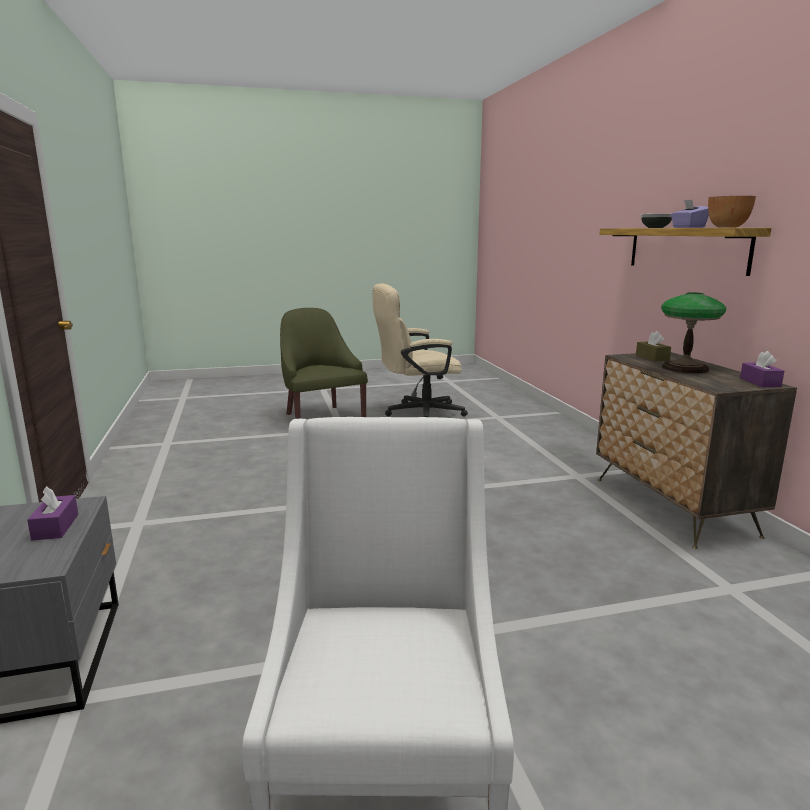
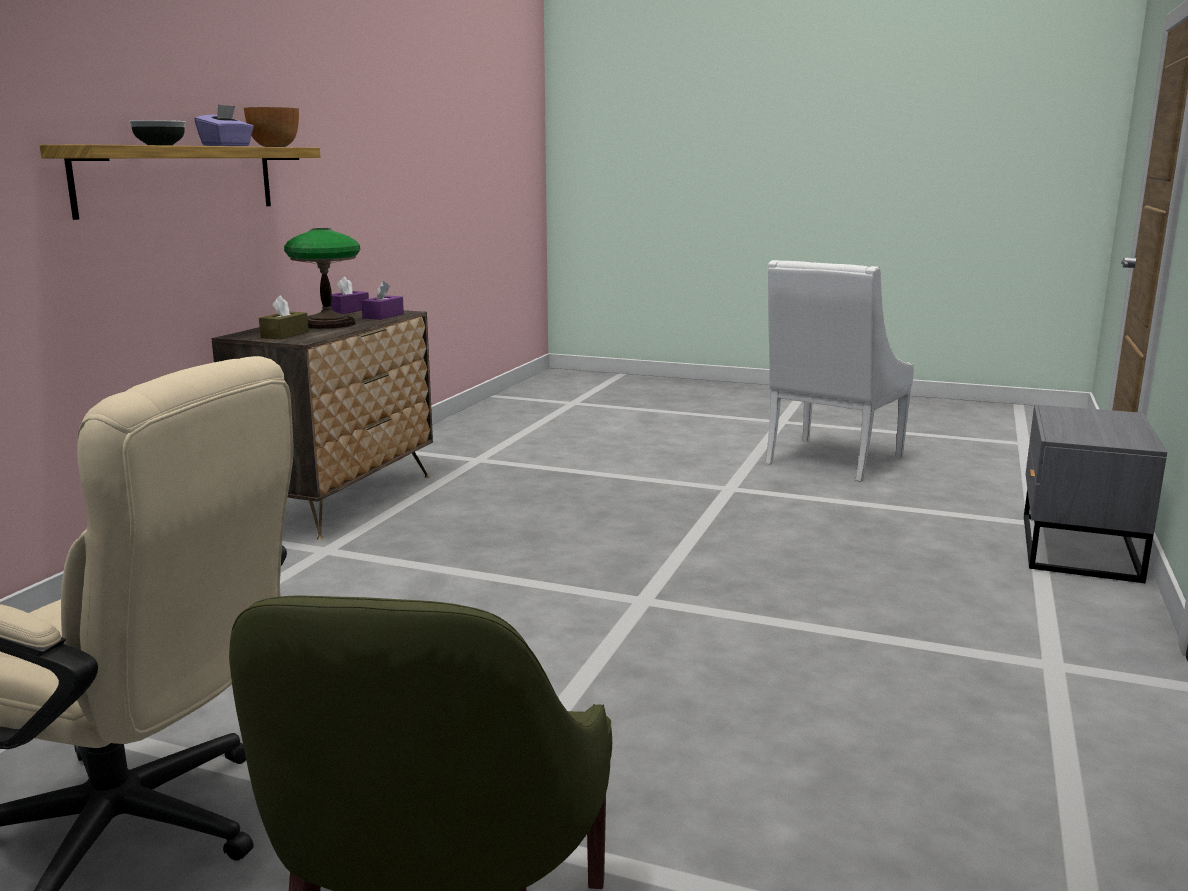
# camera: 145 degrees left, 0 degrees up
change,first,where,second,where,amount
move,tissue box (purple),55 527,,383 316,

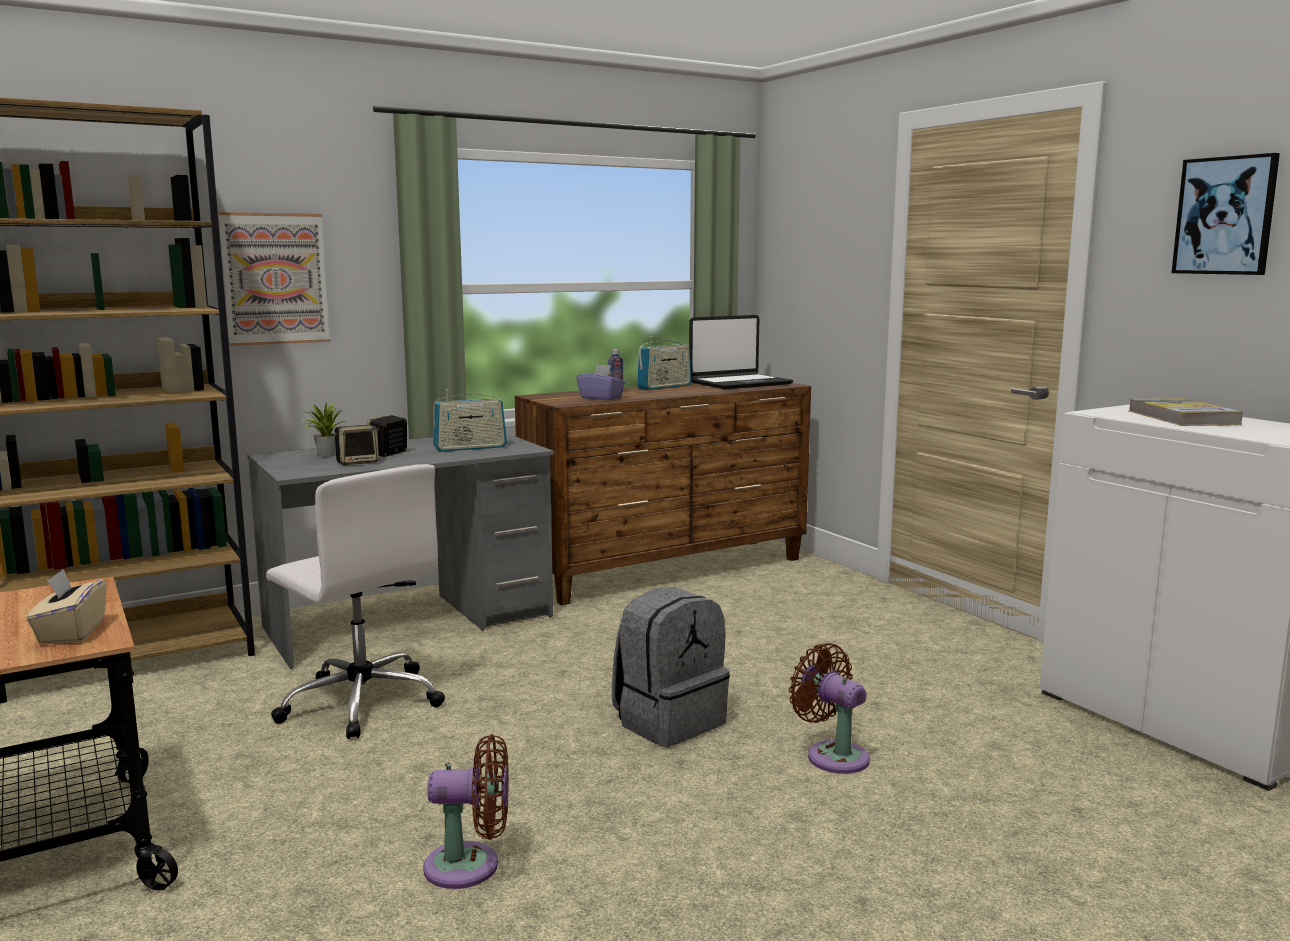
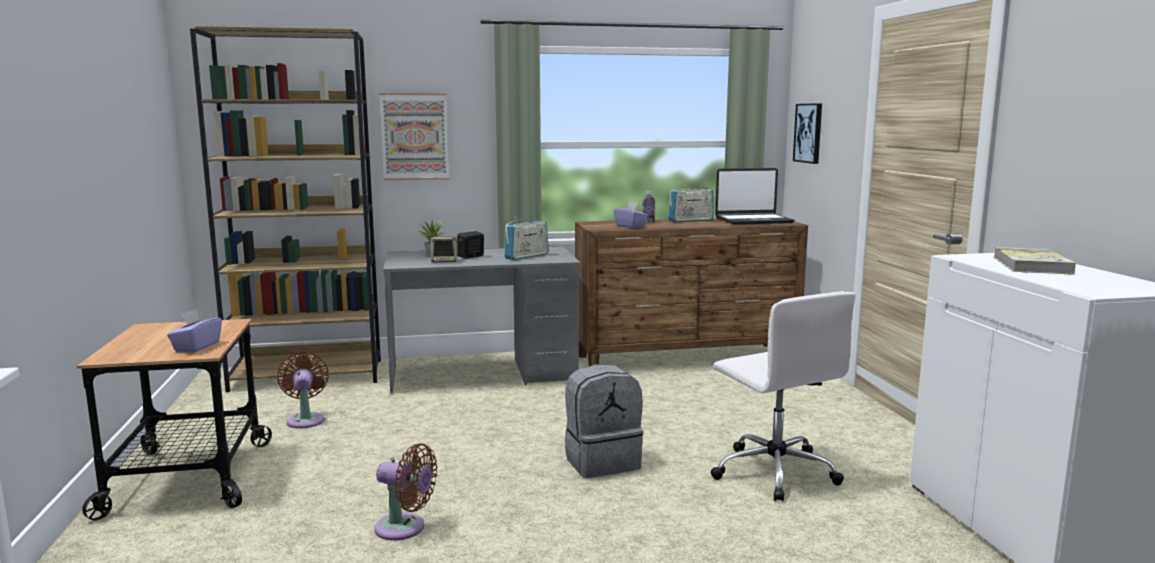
# camera: 20 degrees right, 0 degrees up
change,first,where,second,where,amount
recolor,tissue box (beige),71 633,tissue box (purple),196 347,
move,fan (brown),832 755,,306 419,
rotate,radio,470 448,,527 256,45 degrees counterclockwise
move,office chair (white),361 702,,774 471,
move,picture,1225 216,,809 133,

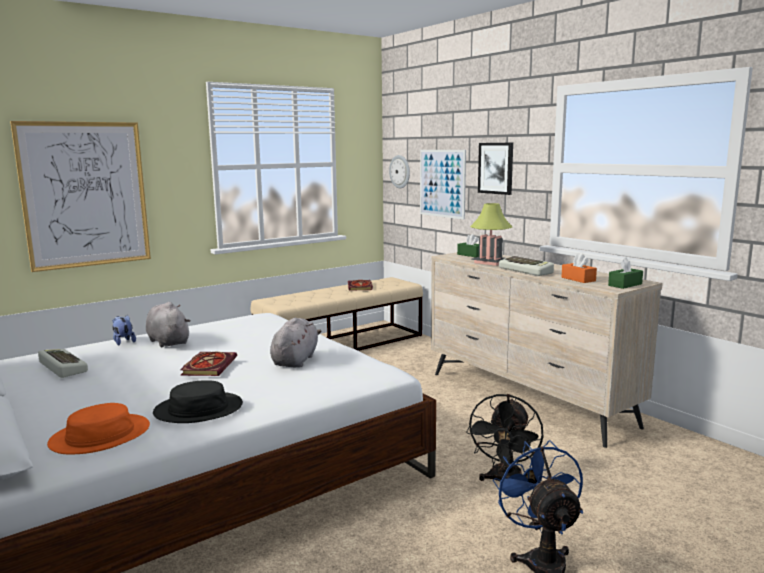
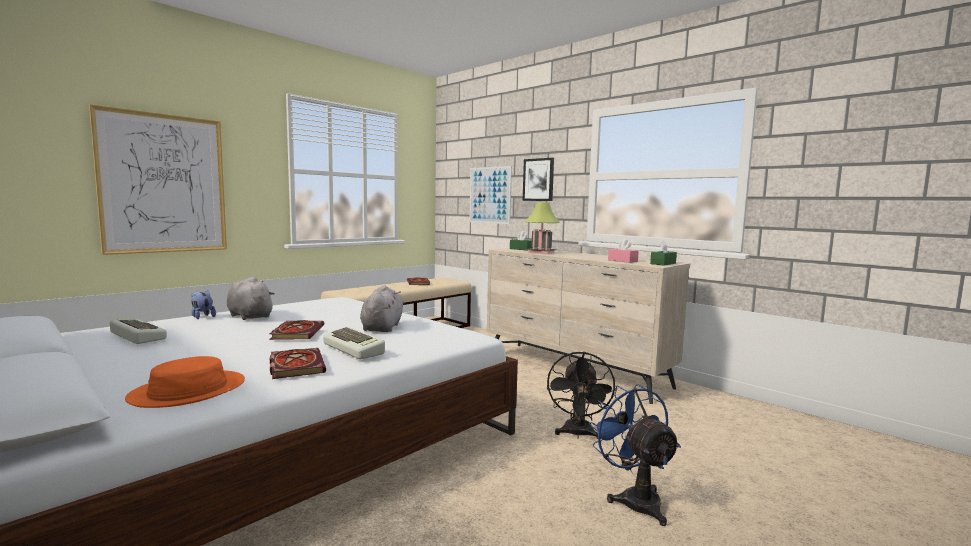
# camera: 10 degrees left, 5 degrees down
change,first,where,second,where,amount
replace,hat (black),198 409,book,295 365,
move,keyboard,526 270,,355 349,
recolor,tissue box (orange),578 279,tissue box (pink),622 261,
delete,wall clock,400 171,,,

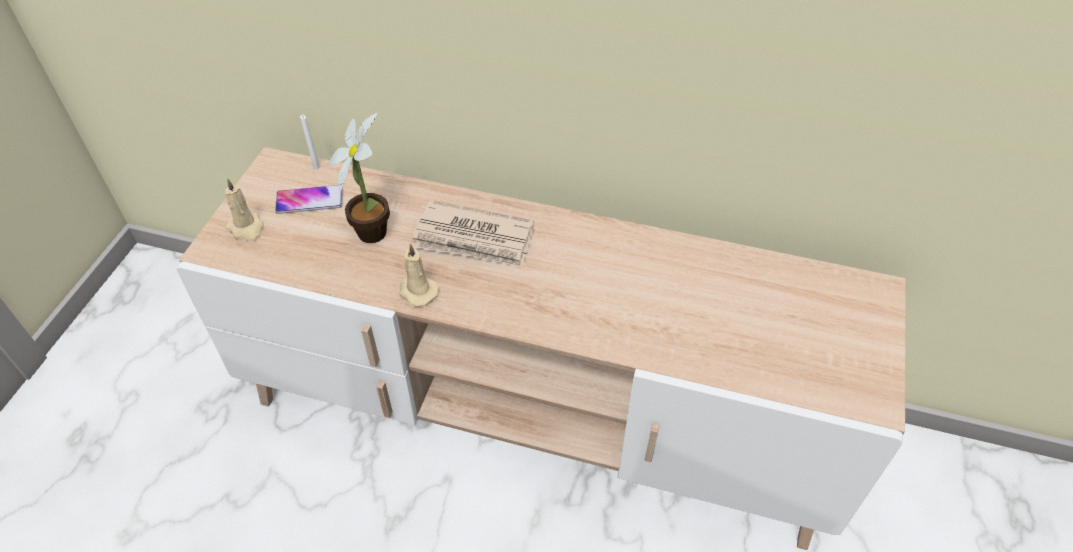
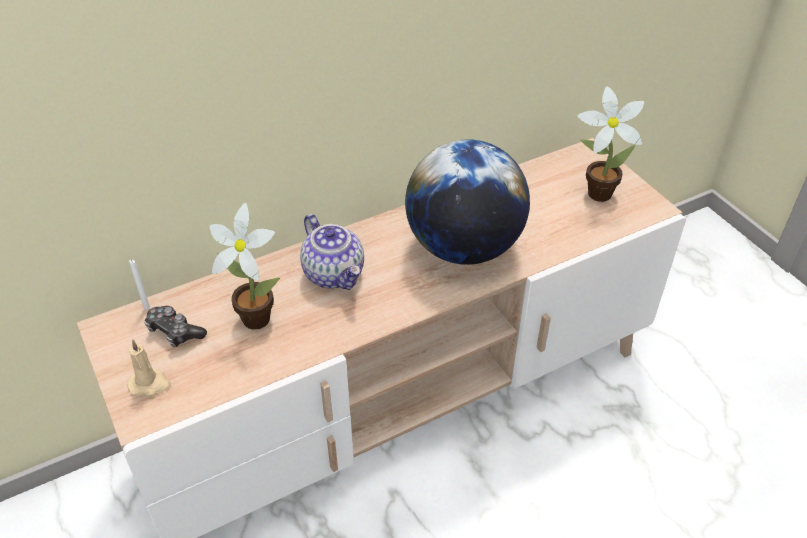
# camera: 45 degrees left, 5 degrees down
change,first,where,second,where,amount
replace,phone,309 200,game controller,175 332,
replace,newspaper,475 239,teapot,335 274,
insert,,,globe,464 248,
insert,,,potted plant,595 193,
delete,candle (beige),417 291,,,

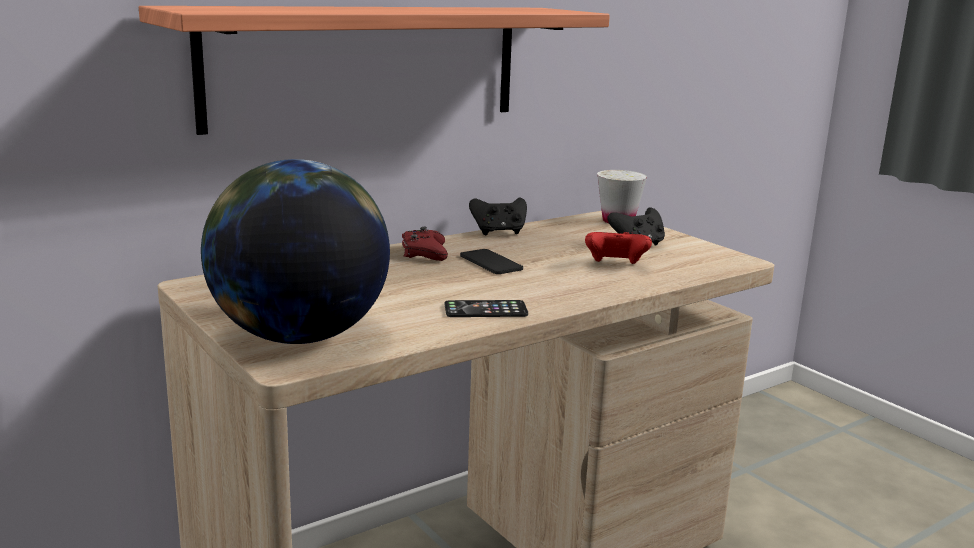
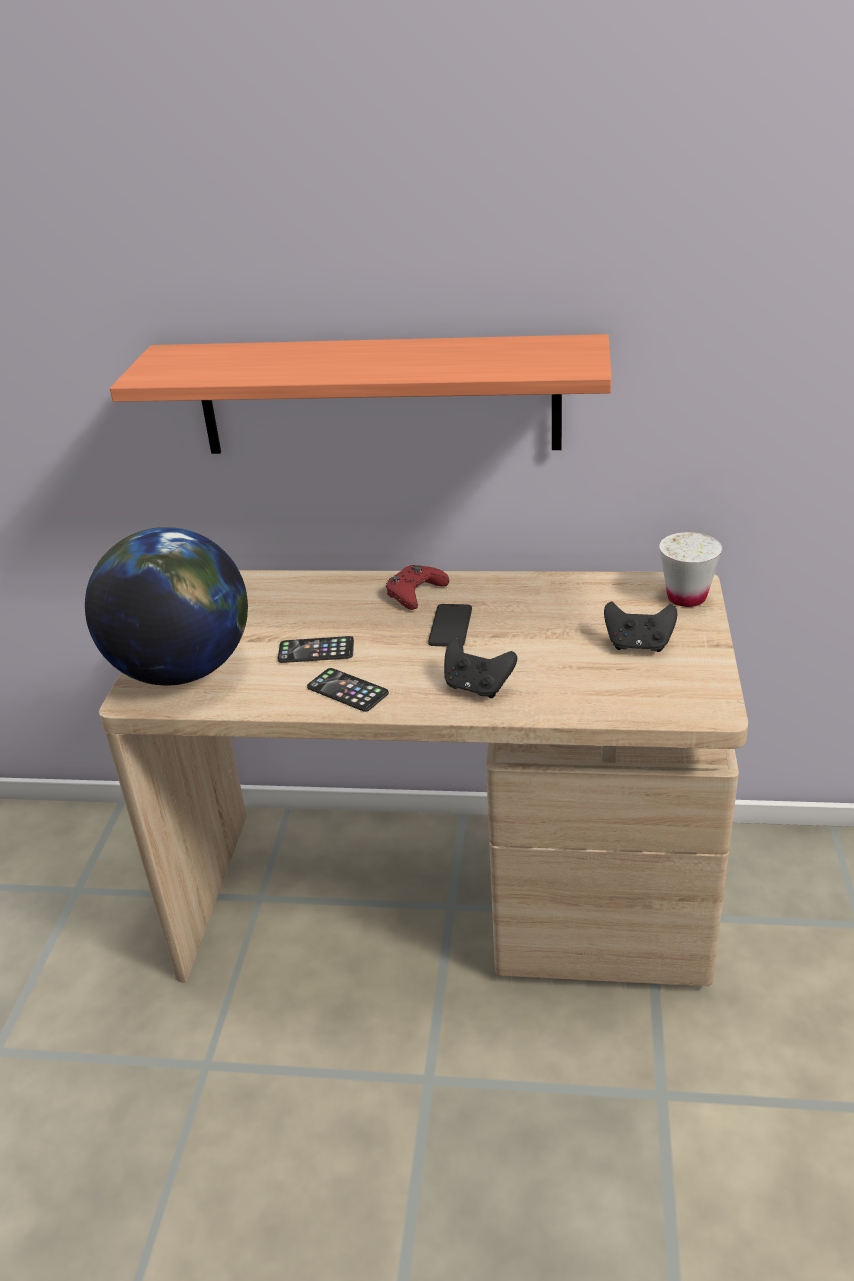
# camera: 45 degrees right, 15 degrees up
change,first,where,second,where,amount
insert,,,phone,316 650,
move,game controller (black),499 232,,477 687,
delete,game controller (red),615 265,,,

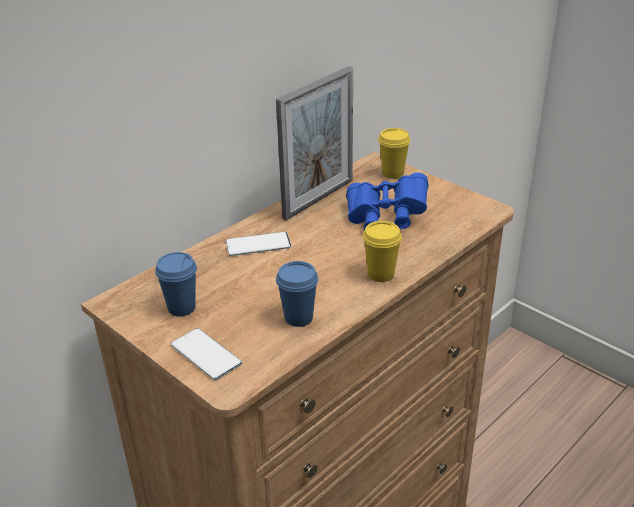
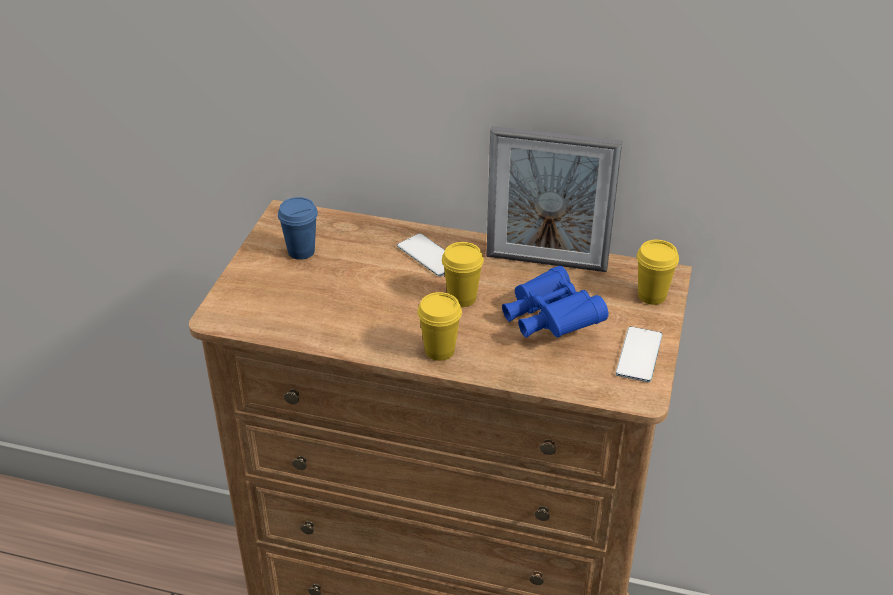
# camera: 60 degrees right, 5 degrees up
change,first,where,second,where,amount
insert,,,cup (yellow),462 298,
move,phone,206 354,,639 354,
delete,cup (blue),298 318,,,

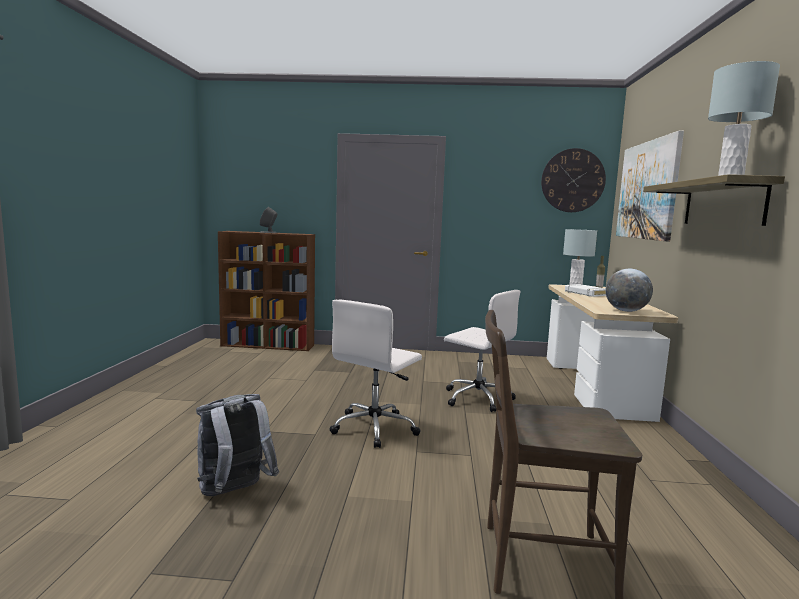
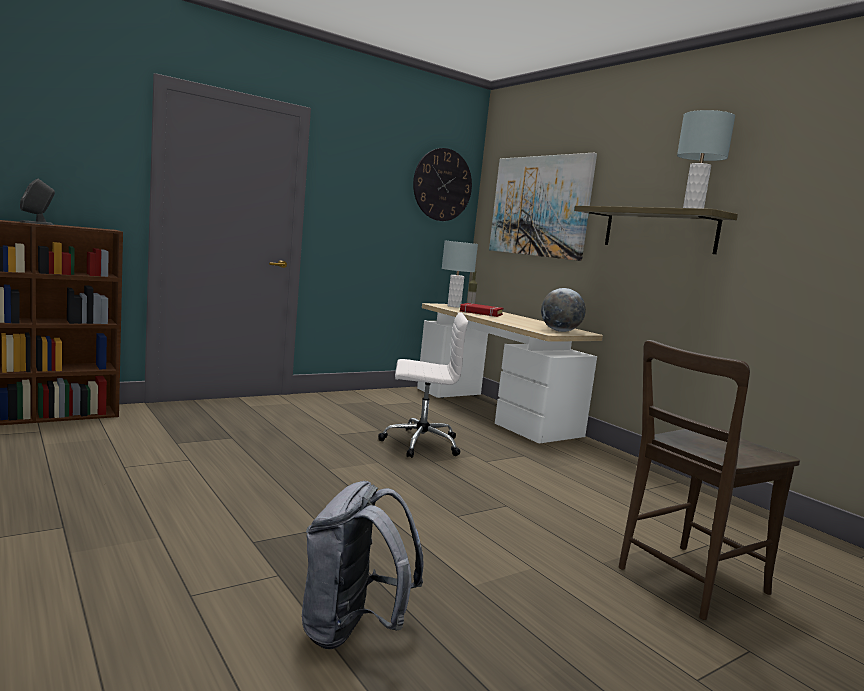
# camera: 40 degrees left, 0 degrees up
change,first,where,second,where,amount
recolor,book (white),585 293,book (red),481 313,
delete,office chair (white),375 428,,,

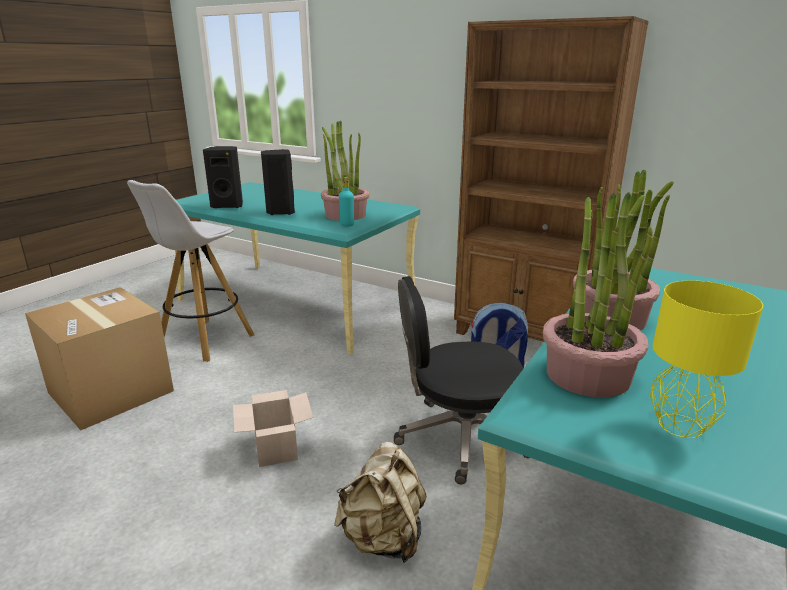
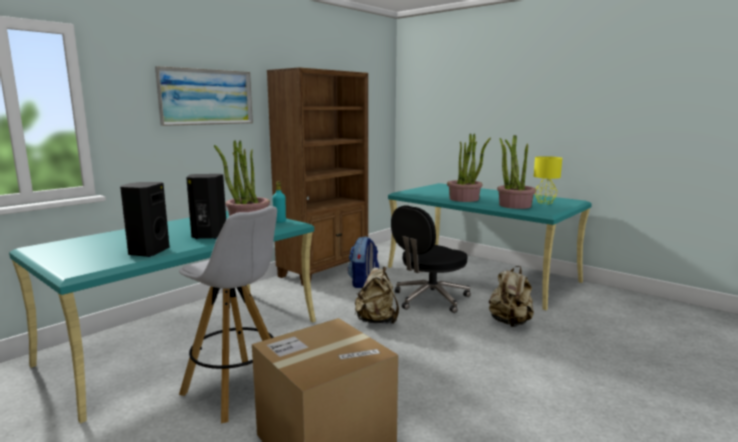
# camera: 80 degrees left, 10 degrees down
change,first,where,second,where,amount
insert,,,picture,206 97,
insert,,,backpack (beige),376 321,
rotate,office chair (black),459 437,,429 299,45 degrees clockwise
delete,cardboard box,275 448,,,

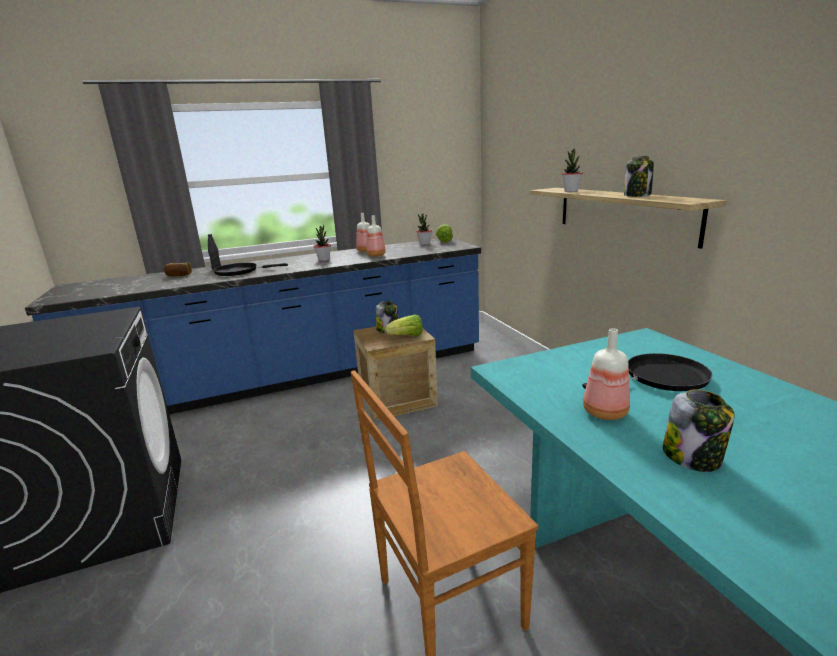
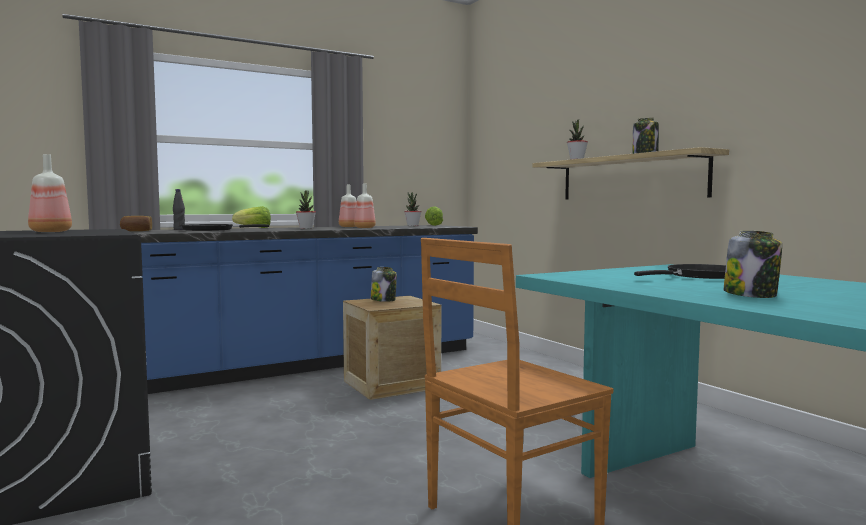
# camera: 10 degrees left, 15 degrees down
change,first,where,second,where,amount
move,bottle,603 413,,49 232,
move,lettuce,407 336,,254 228,

